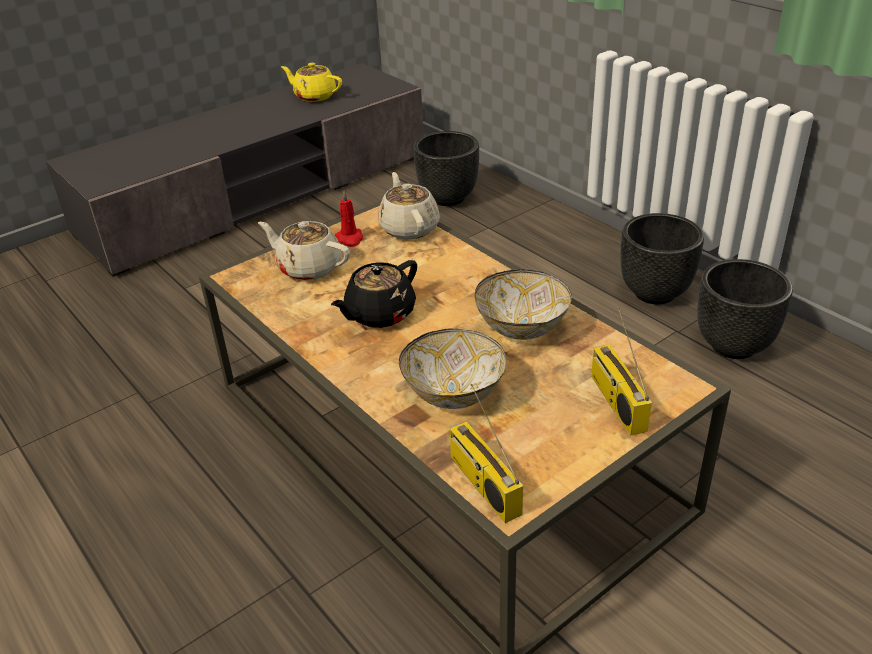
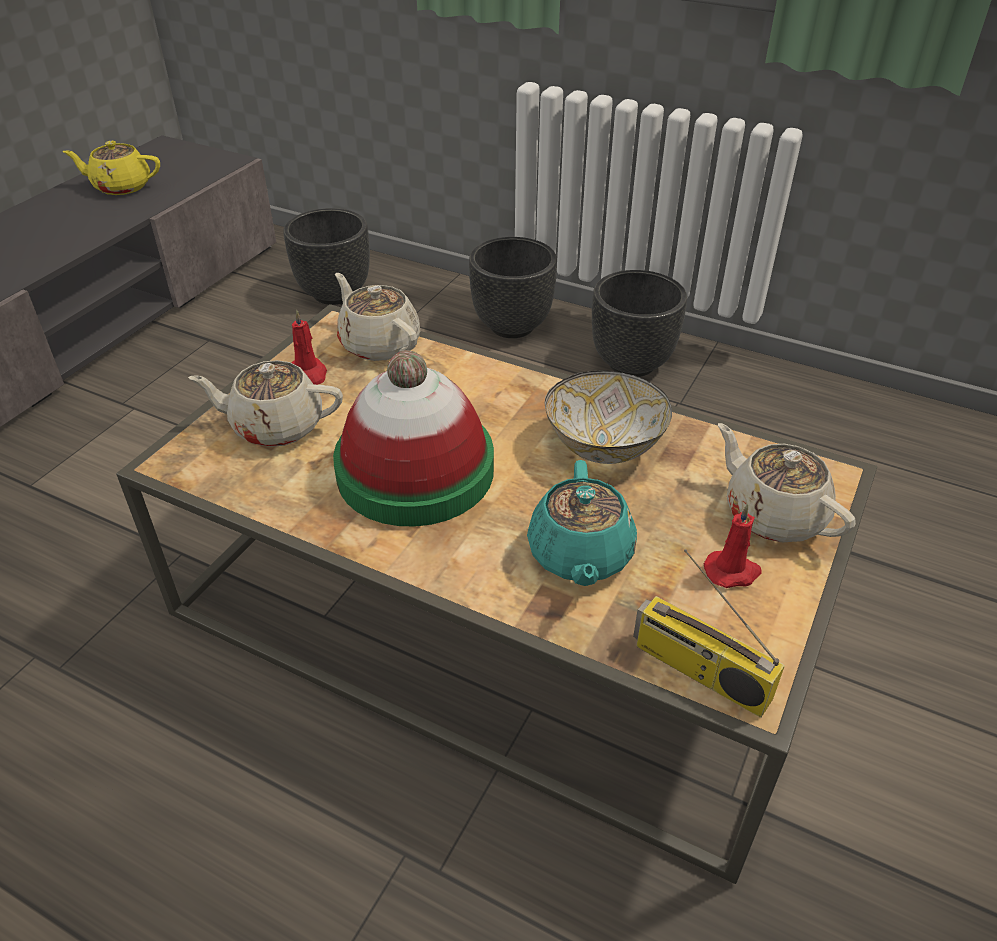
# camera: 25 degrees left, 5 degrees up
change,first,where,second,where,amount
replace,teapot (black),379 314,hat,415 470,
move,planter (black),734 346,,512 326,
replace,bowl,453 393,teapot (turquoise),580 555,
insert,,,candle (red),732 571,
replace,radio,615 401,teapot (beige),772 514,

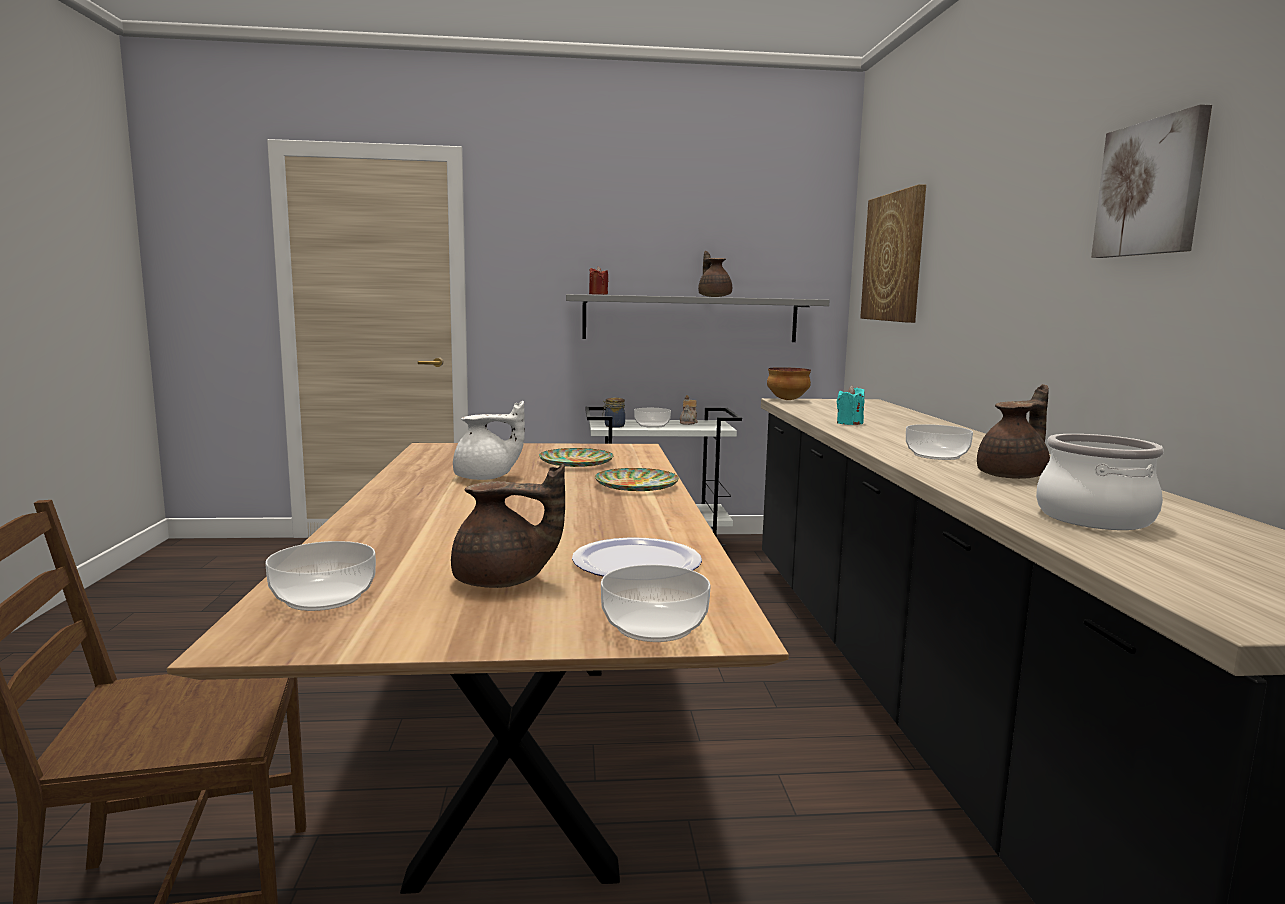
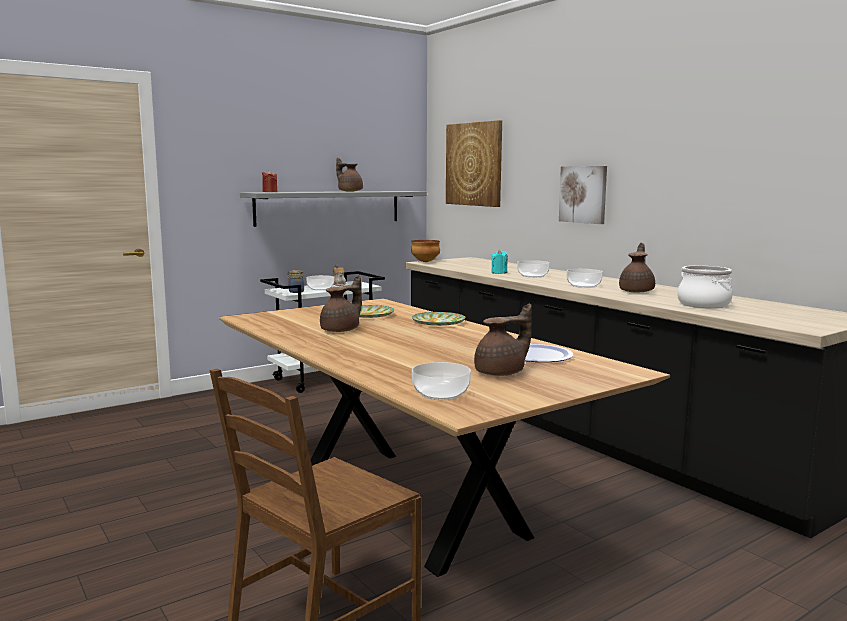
# camera: 30 degrees left, 0 degrees up
change,first,where,second,where,amount
recolor,teapot (white),486 478,teapot (brown),342 330,
move,bowl,653 627,,533 275,
move,picture,1151 188,,583 194,

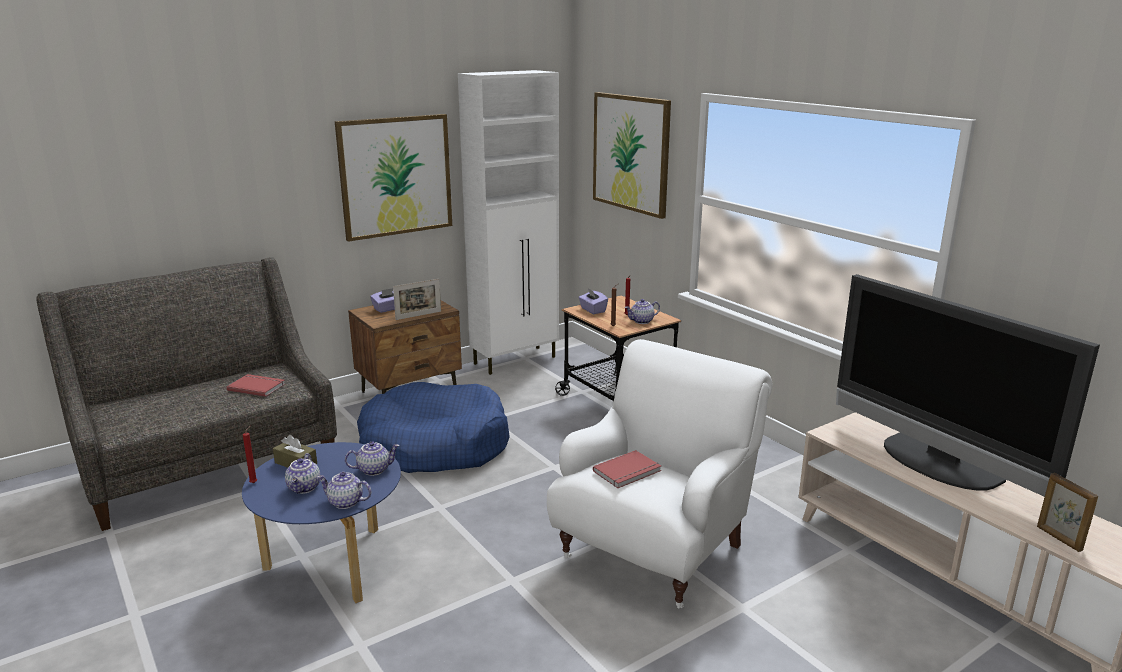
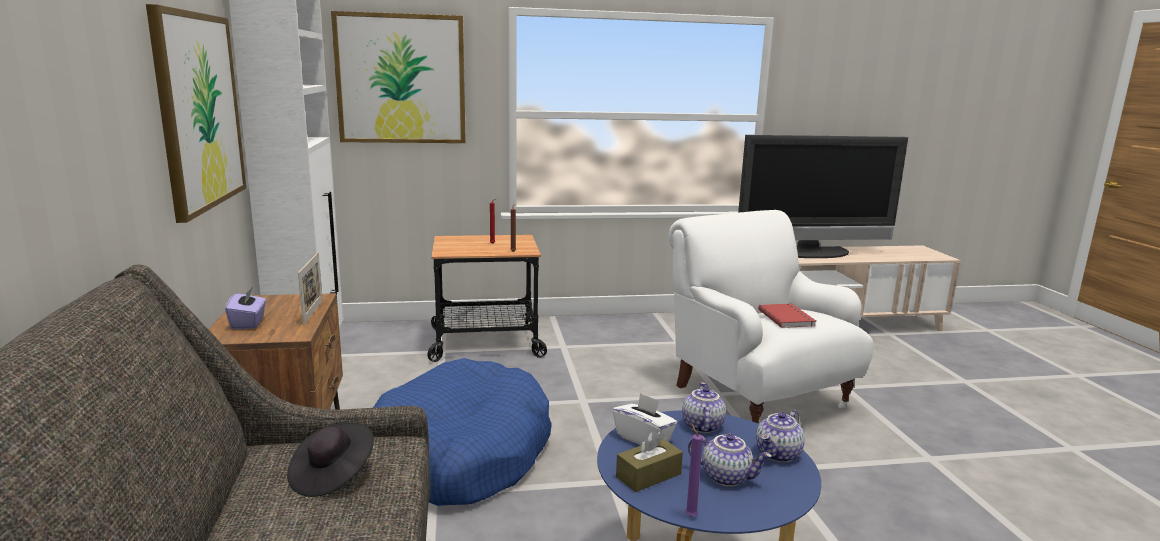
# camera: 65 degrees left, 5 degrees down
change,first,where,second,where,amount
replace,book (red),257 387,hat (black),332 476,
insert,,,tissue box (white),644 438,
recolor,candle (red),254 482,candle (purple),689 515,
delete,tissue box (purple),592 310,,,
delete,teapot,642 321,,,
delete,picture frame,1058 538,,,

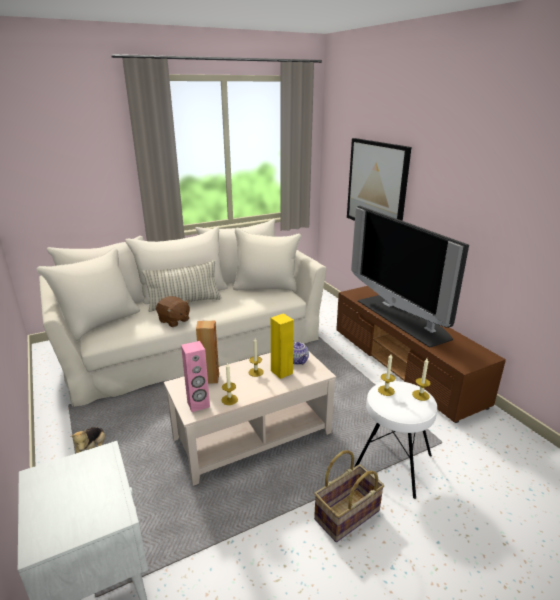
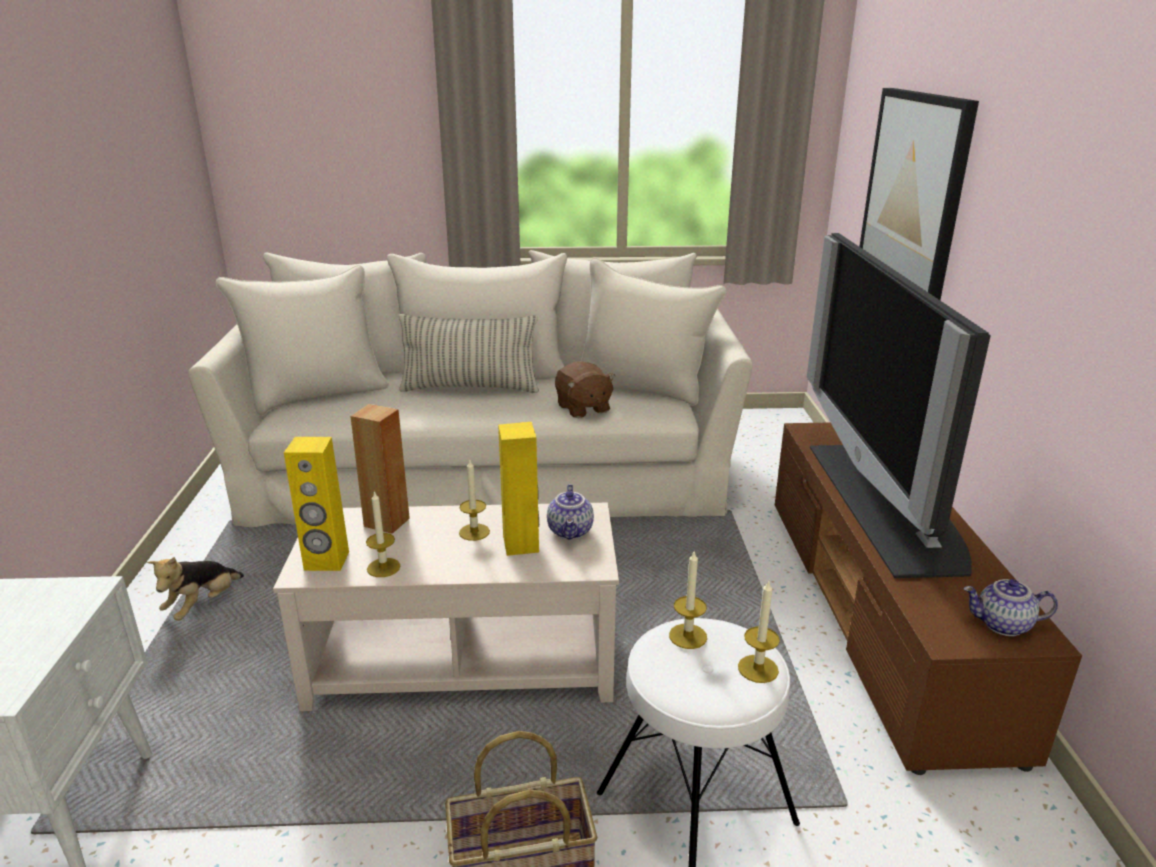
# camera: 25 degrees right, 0 degrees up
change,first,where,second,where,amount
recolor,speaker (pink),198 404,speaker (yellow),326 561,
move,plush toy (brown),174 321,,583 408,
insert,,,teapot,1002 625,

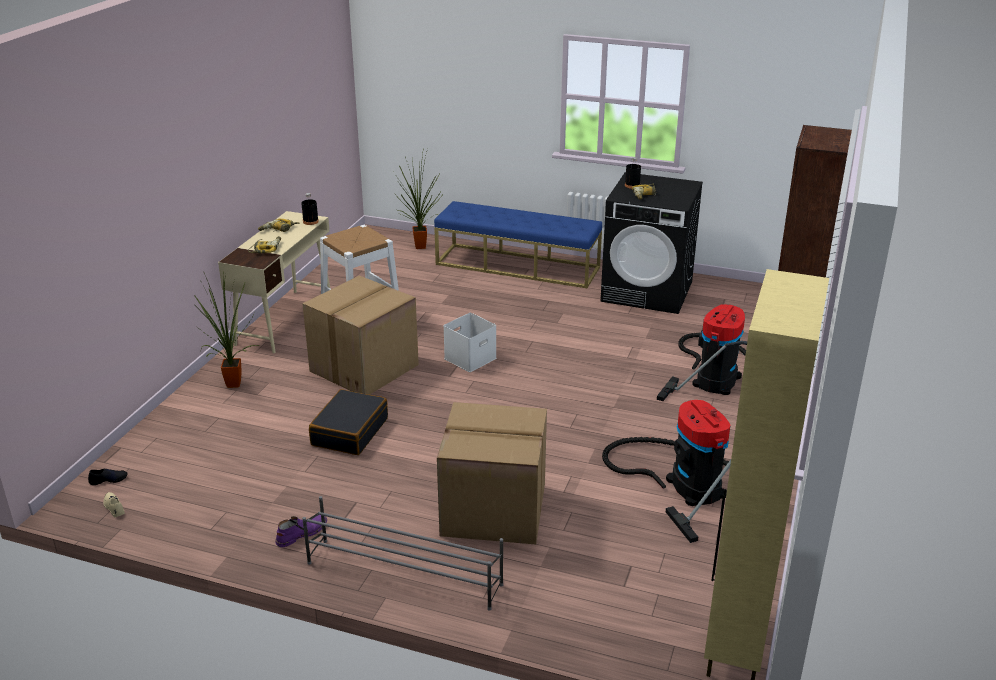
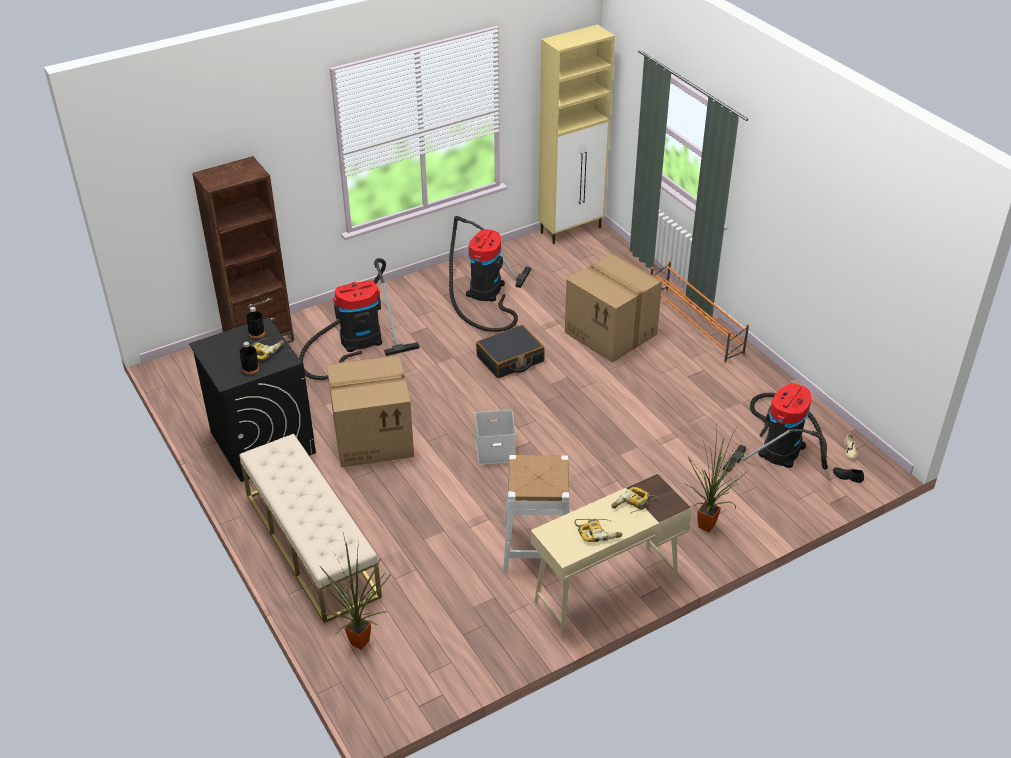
# camera: 140 degrees left, 10 degrees up
change,first,where,second,where,amount
recolor,bench (blue),518 266,bench (beige),311 544,
move,bottle (black),310 221,,257 333,
move,cardboard box,364 369,,374 436,
move,suitcase (black),349 431,,510 359,
recolor,shoe rack (grey),403 573,shoe rack (orange),695 325,
insert,,,vacuum cleaner,782 447,
delete,boot (purple),301 534,,,

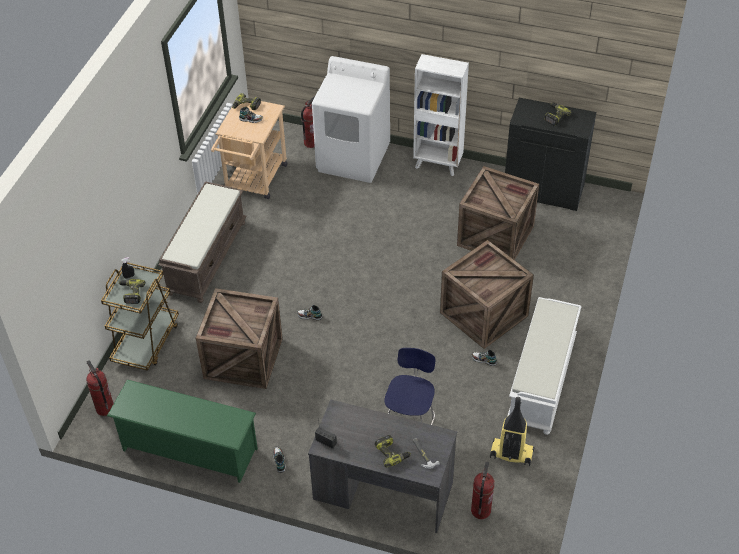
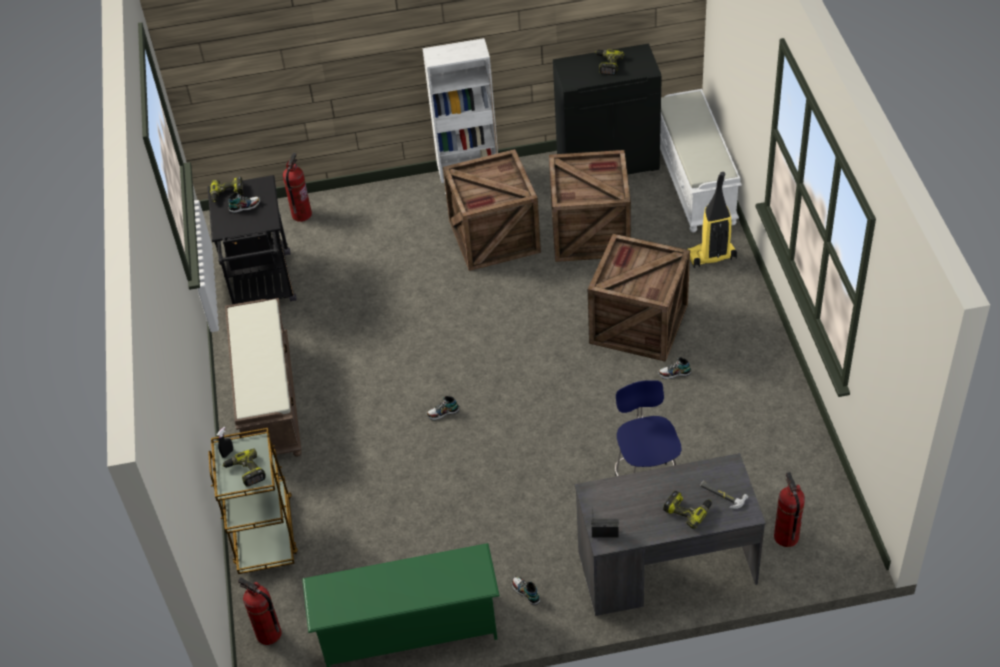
# camera: 25 degrees left, 0 degrees up
change,first,where,second,where,amount
recolor,cart (beige),254 181,cart (black),263 287,
move,crate,242 359,,493 237,
move,bench (white),542 381,,696 182,
move,vacuum cleaner,511 454,,711 257,
delete,washing machine (white),353 158,,,

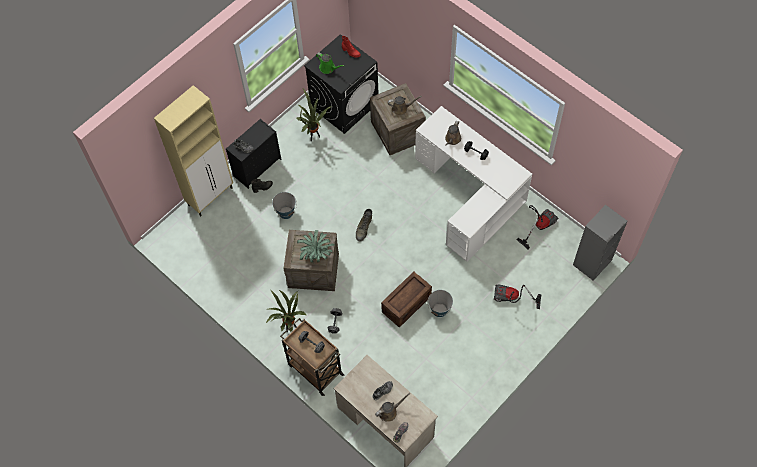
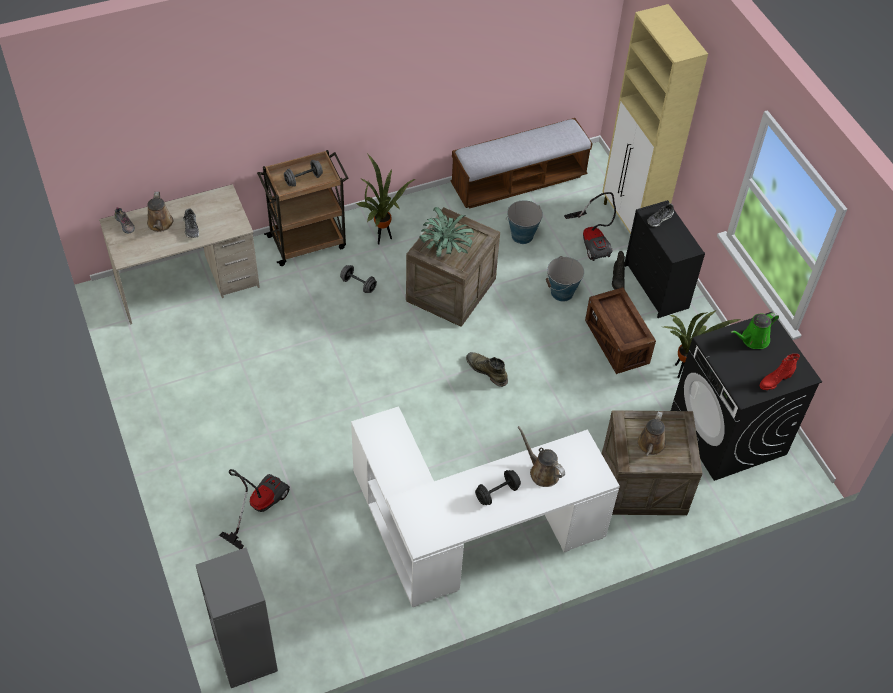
# camera: 110 degrees right, 10 degrees down
change,first,where,second,where,amount
insert,,,bench,519 181,
move,bucket,439 310,,522 236,
move,vacuum cleaner,539 226,,592 240,
move,crate,406 304,,616 342,

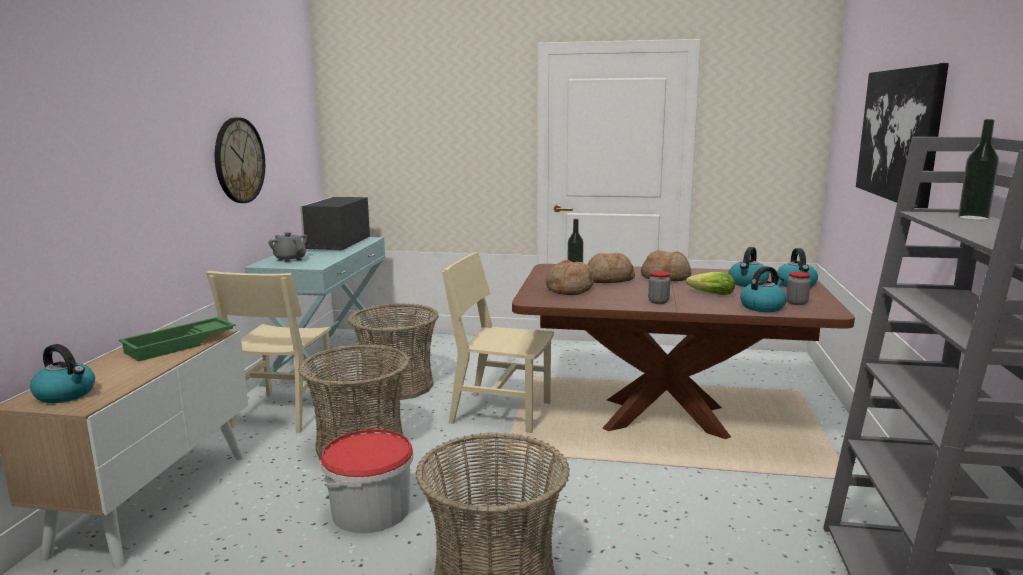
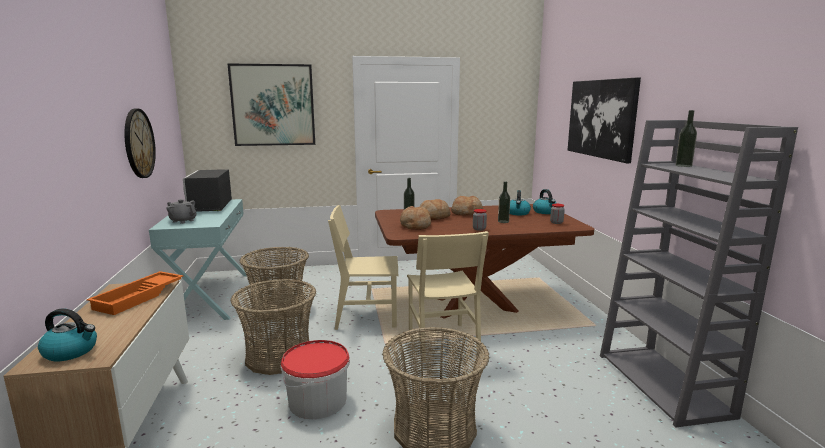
# camera: 20 degrees left, 0 degrees up
change,first,where,second,where,amount
recolor,tray (green),180 345,tray (orange),139 297,
insert,,,picture,273 105,
move,chair (beige),283 412,,442 342,
replace,lettuce,709 294,bottle,503 221,
delete,kettle,762 307,,,

